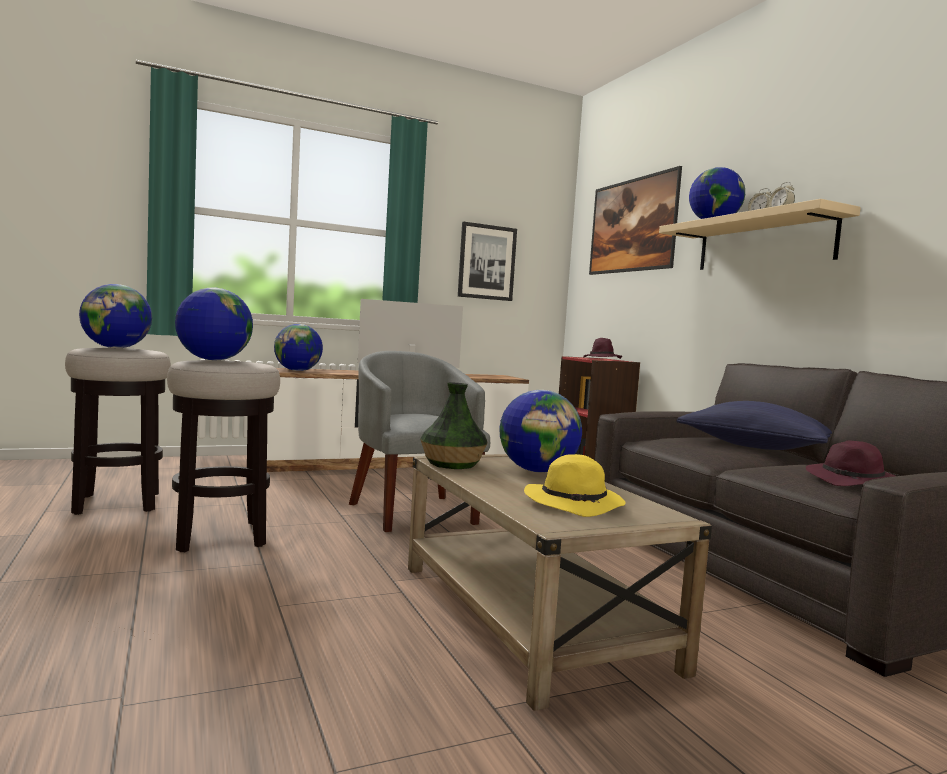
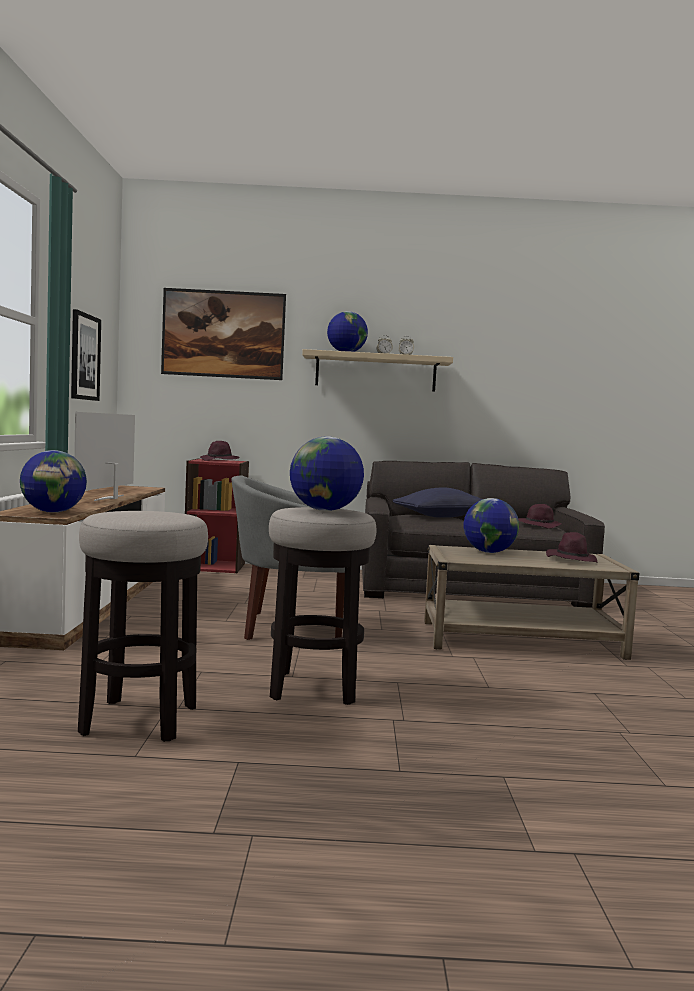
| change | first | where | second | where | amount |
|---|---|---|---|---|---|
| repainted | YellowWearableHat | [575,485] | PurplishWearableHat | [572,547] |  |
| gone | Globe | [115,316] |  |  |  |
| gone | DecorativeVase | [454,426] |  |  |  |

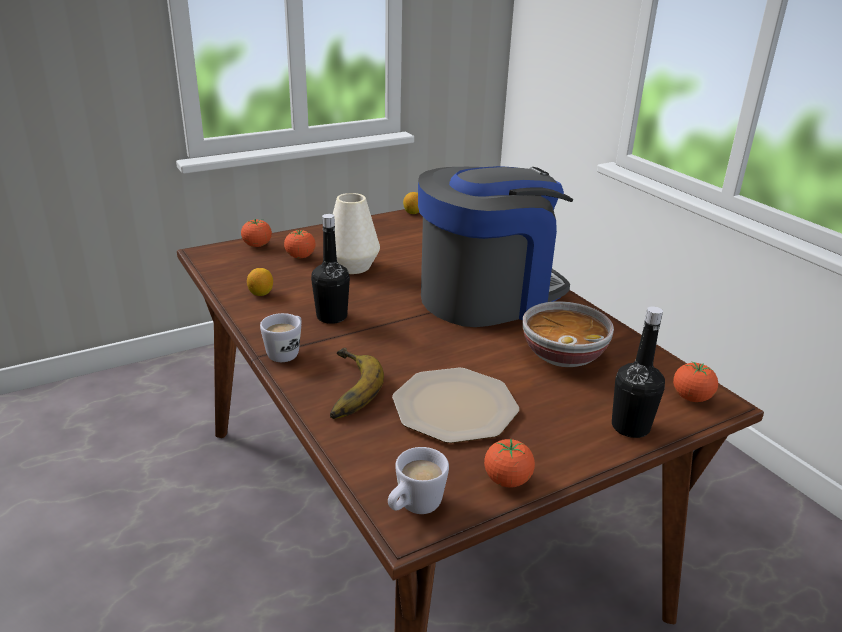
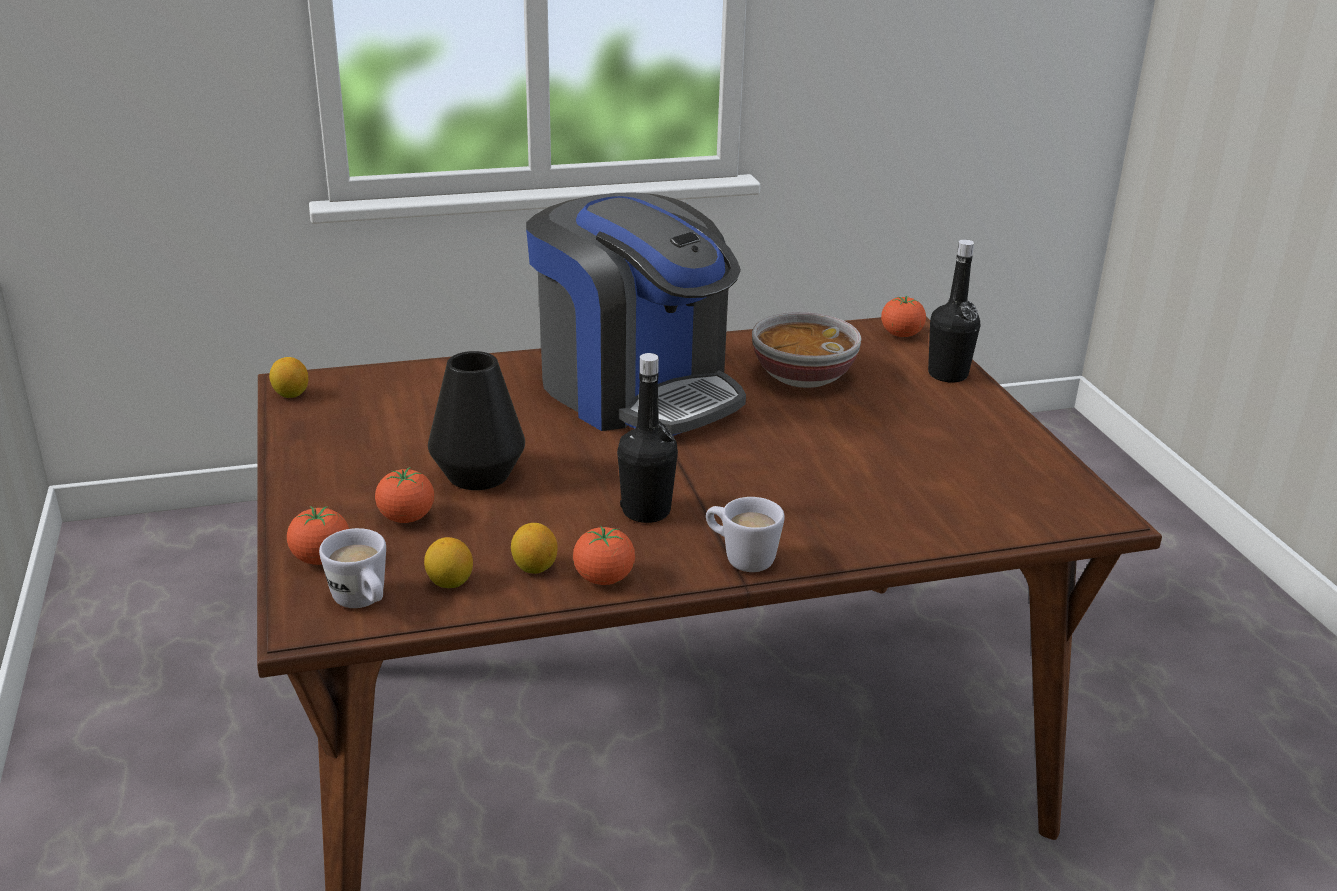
| change | first | where | second | where | amount |
|---|---|---|---|---|---|
| shifted | WhiteColouredCoffeeMug | [418,480] |  | [352,568] |  |
| new |  |  | WholeLemon | [448,562] |  |
| repainted | WhiteColouredDecorativeVase | [356,233] | BlackDecorativeVase | [476,420] |  |
| rotated | CoffeeMachine | [495,246] |  | [636,314] | 150 degrees clockwise |
| shifted | WholeTomato | [509,463] |  | [604,555] |  |
| gone | WholeBanana | [357,383] |  |  |  |
| gone | Plate | [455,405] |  |  |  |

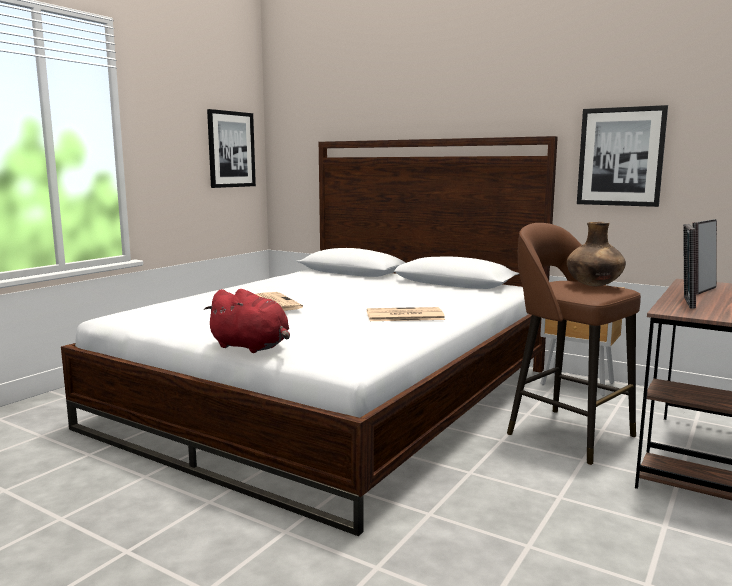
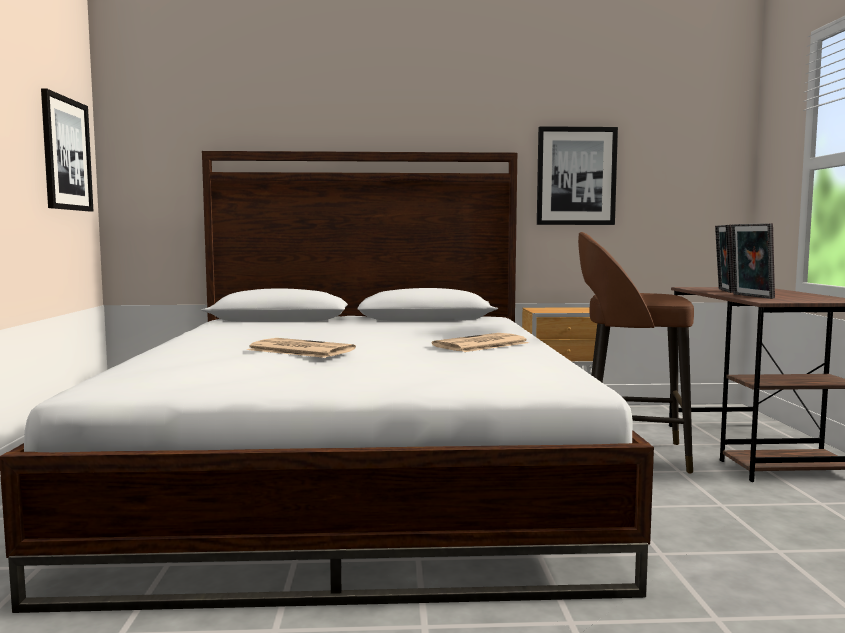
| change | first | where | second | where | amount |
|---|---|---|---|---|---|
| gone | RedPlushToy | [247,321] |  |  |  |
| gone | BrownDecorativeVase | [596,254] |  |  |  |

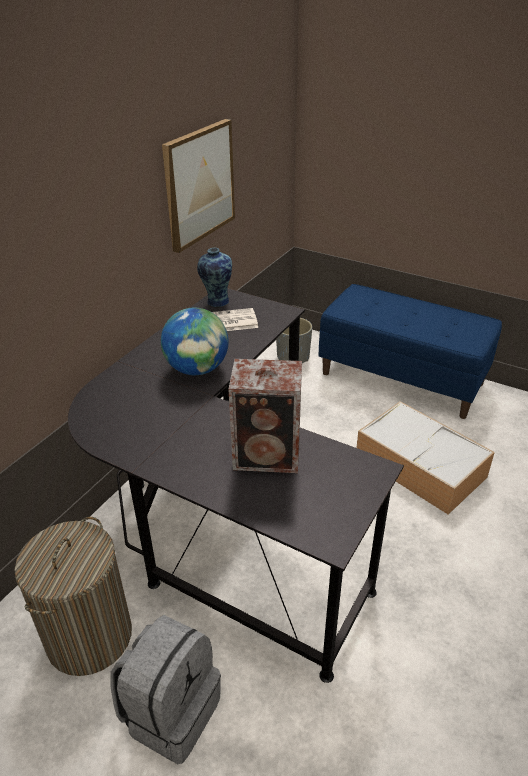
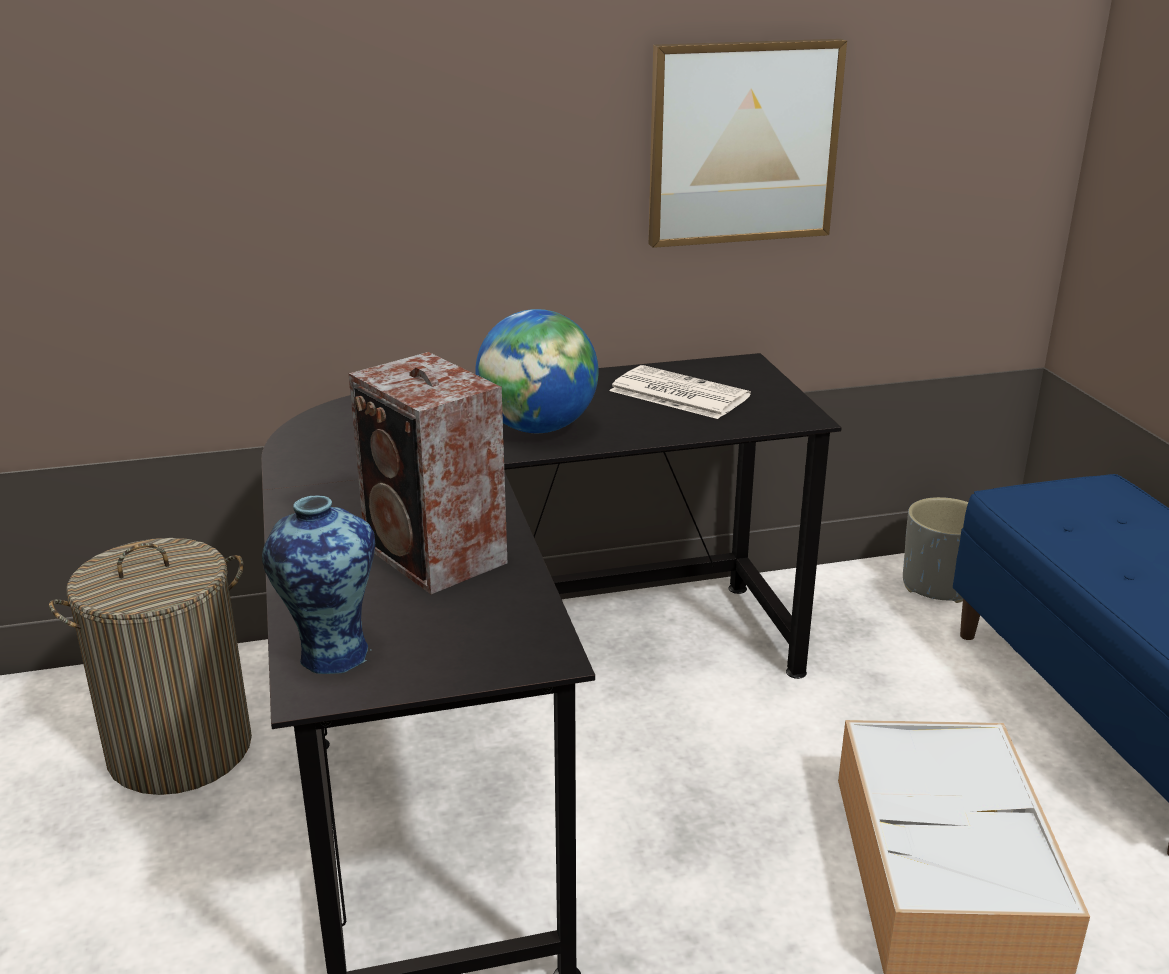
| change | first | where | second | where | amount |
|---|---|---|---|---|---|
| shifted | DecorativeVase | [214,277] |  | [318,584] |  |
| gone | GrayRucksack | [165,689] |  |  |  |

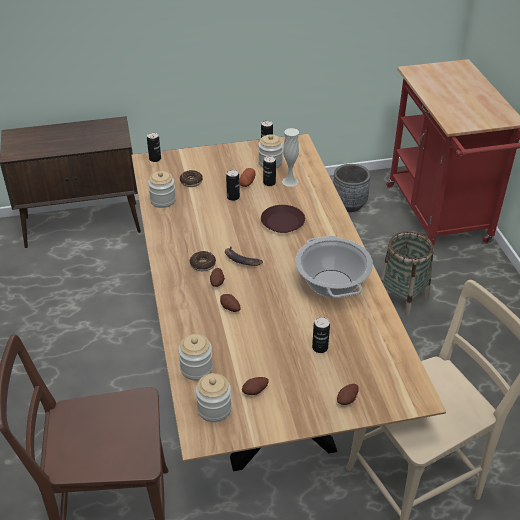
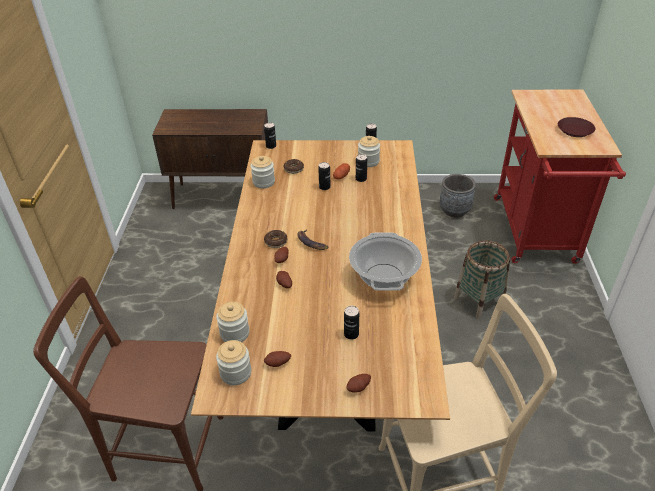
| change | first | where | second | where | amount |
|---|---|---|---|---|---|
| shifted | BrownPlate | [283,219] |  | [576,127] |  |
| gone | WhiteColouredDecorativeVase | [290,157] |  |  |  |

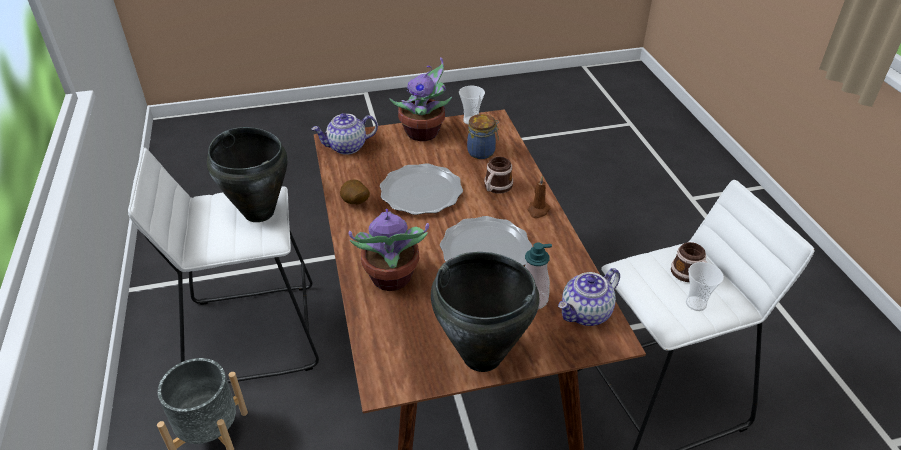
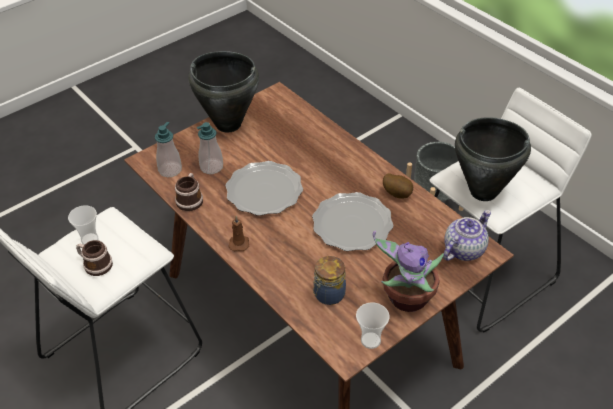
| change | first | where | second | where | amount |
|---|---|---|---|---|---|
| swapped | TeaPot | [589,297] | SoapDispenser | [168,149] |  |
| shifted | CoffeeMug | [498,175] |  | [189,192] |  |
| gone | Houseplant | [389,250] |  |  |  |

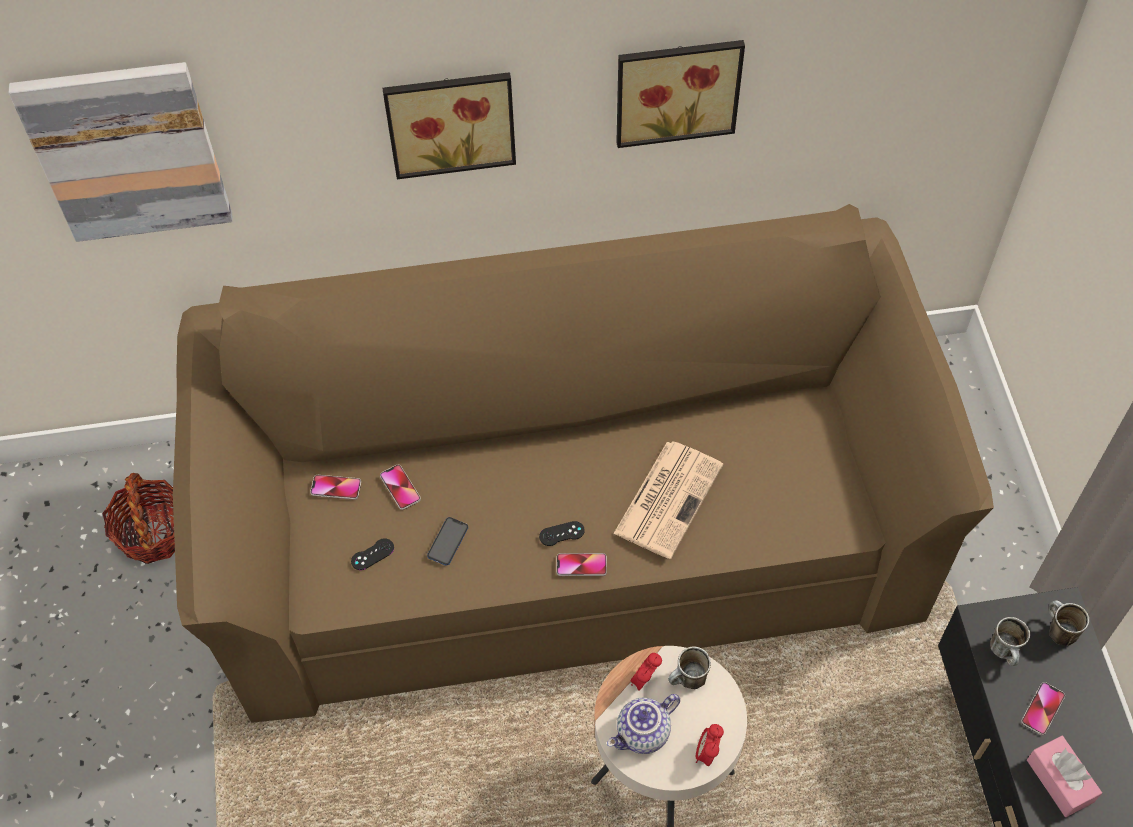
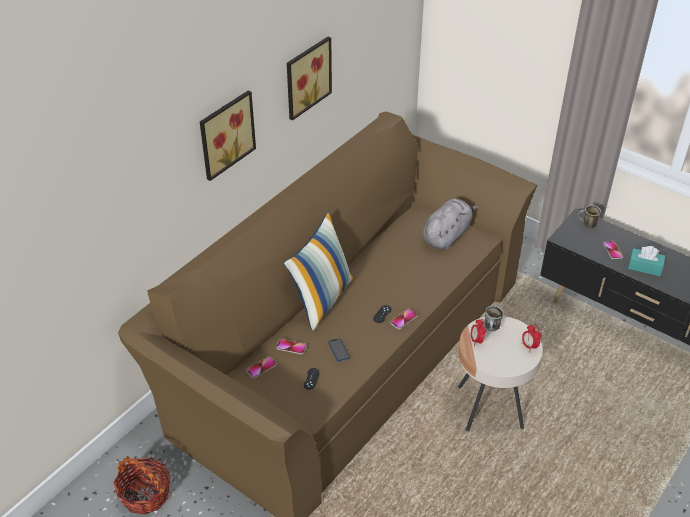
| change | first | where | second | where | amount |
|---|---|---|---|---|---|
| new |  |  | ThrowPillow | [318,271] |  |
| new |  |  | GrayPlushToy | [450,224] |  |
| repainted | PinkColouredTissueHolder | [1064,776] | BlueGreenTissueHolder | [646,261] |  |
| gone | WallArt | [121,152] |  |  |  |
| gone | TeaPot | [643,724] |  |  |  |
| gone | PrintedPaper | [668,500] |  |  |  |
| gone | CoffeeMug | [1010,641] |  |  |  |

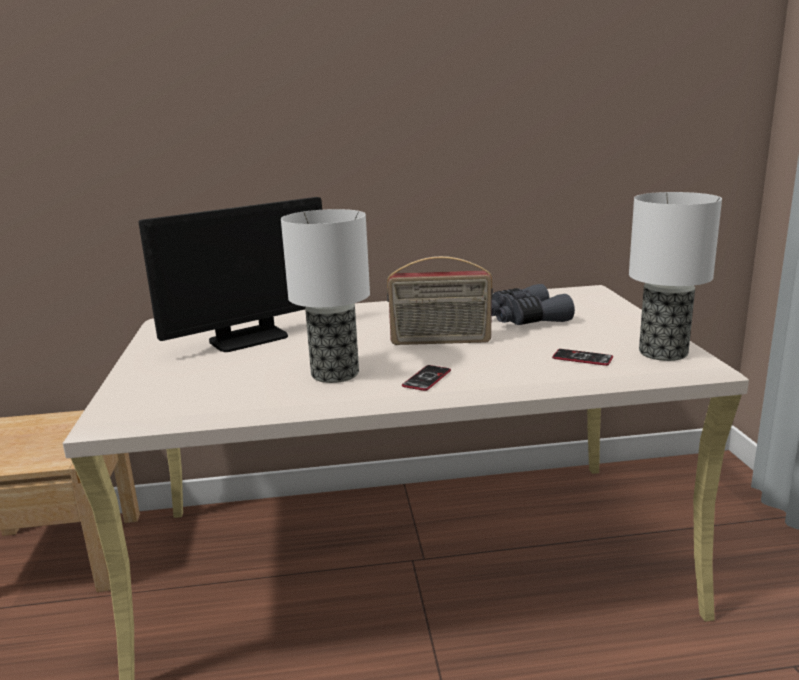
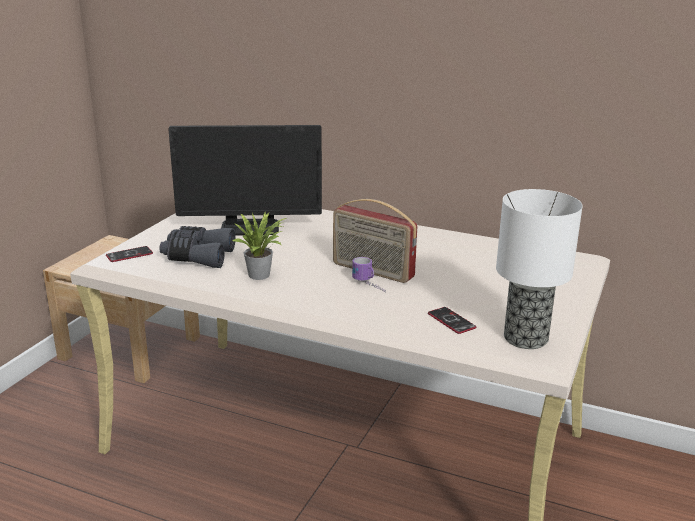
| change | first | where | second | where | amount |
|---|---|---|---|---|---|
| shifted | Handset | [426,378] |  | [129,254] |  |
| shifted | GrayPairOfBinoculars | [533,304] |  | [197,247] |  |
| swapped | TableLamp | [325,296] | Houseplant | [259,246] |  |
| new |  |  | CoffeeMug | [369,275] |  |

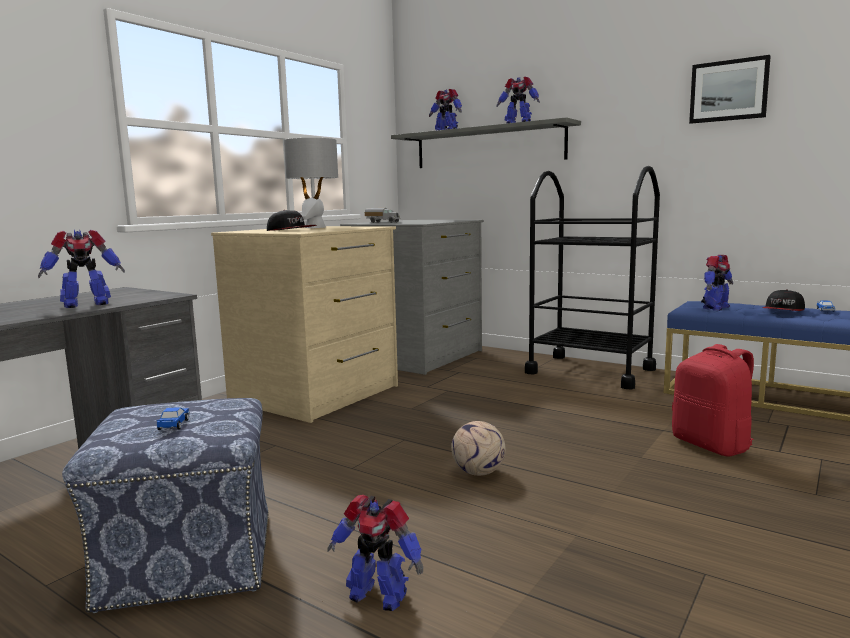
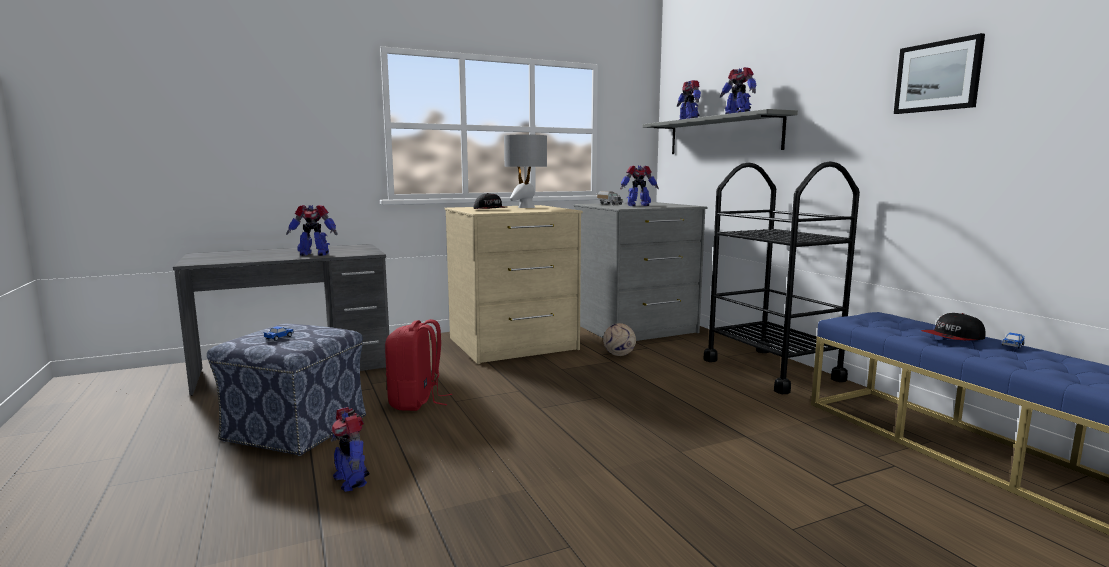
| change | first | where | second | where | amount |
|---|---|---|---|---|---|
| shifted | RedRucksack | [713,400] |  | [418,365] |  |
| shifted | FootballBall | [478,448] |  | [619,339] |  |
| shifted | RobotFigure | [717,282] |  | [639,185] |  |

